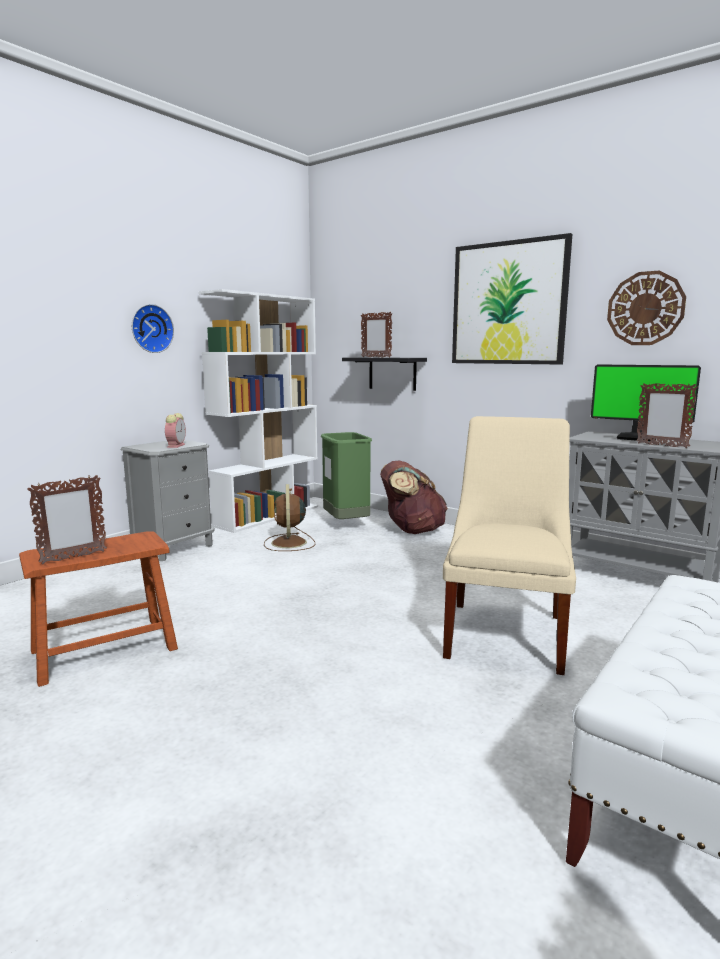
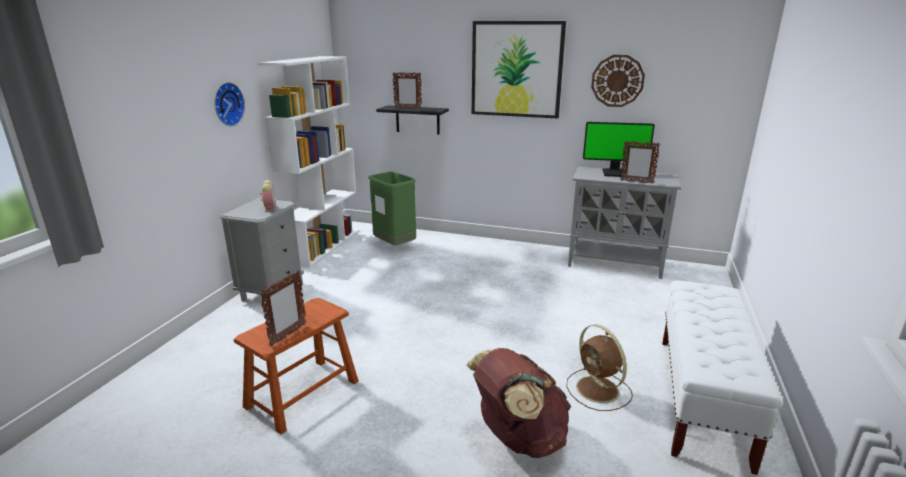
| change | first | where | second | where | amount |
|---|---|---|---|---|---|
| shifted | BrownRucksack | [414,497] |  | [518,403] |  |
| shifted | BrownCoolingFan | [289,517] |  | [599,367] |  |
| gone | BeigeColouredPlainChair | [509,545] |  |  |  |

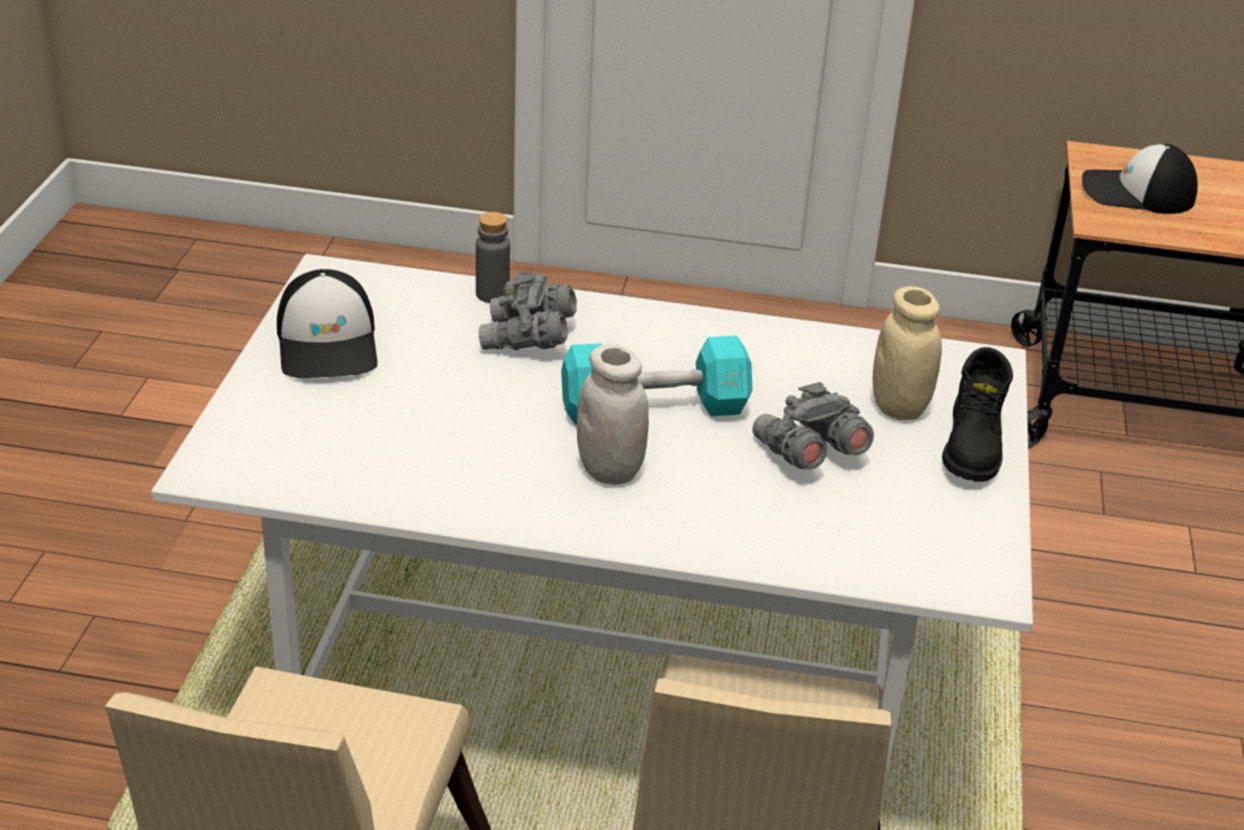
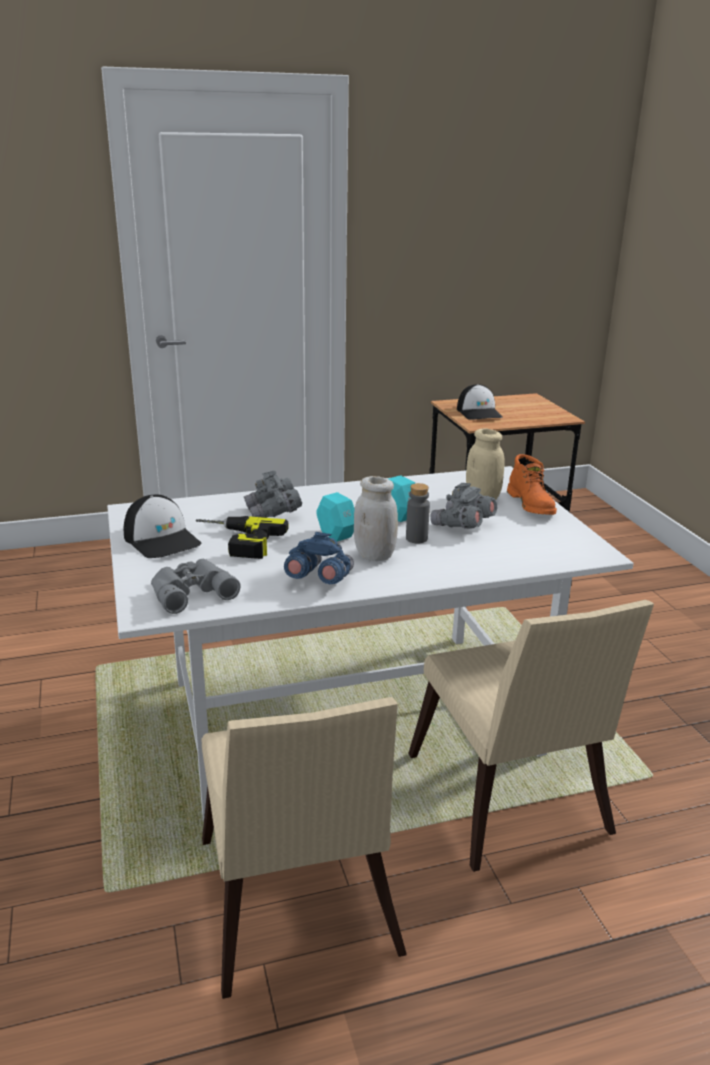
| change | first | where | second | where | amount |
|---|---|---|---|---|---|
| new |  |  | GrayPairOfBinoculars | [196,586] |  |
| new |  |  | ElectricDrill | [242,537] |  |
| new |  |  | BluishPairOfBinoculars | [319,558] |  |
| shifted | GrayBottle | [493,257] |  | [418,513] |  |
| rotated | Cap | [1140,179] |  | [480,401] | 90 degrees counterclockwise |
| repainted | BlackTallBoot | [977,414] | OrangeColouredTallBoot | [532,484] |  |

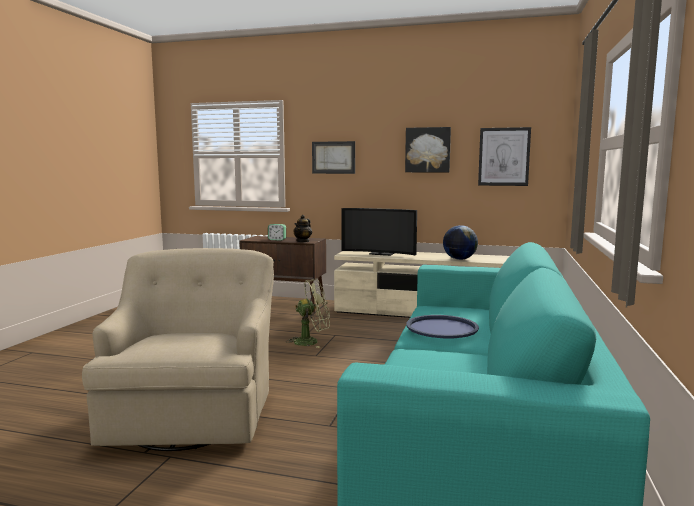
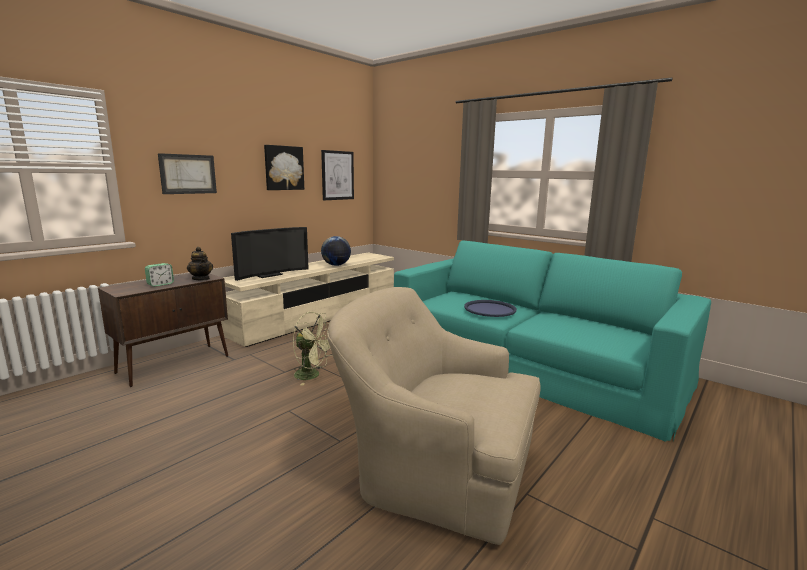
| change | first | where | second | where | amount |
|---|---|---|---|---|---|
| rotated | GreenCoolingFan | [308,313] |  | [312,349] | 105 degrees clockwise |

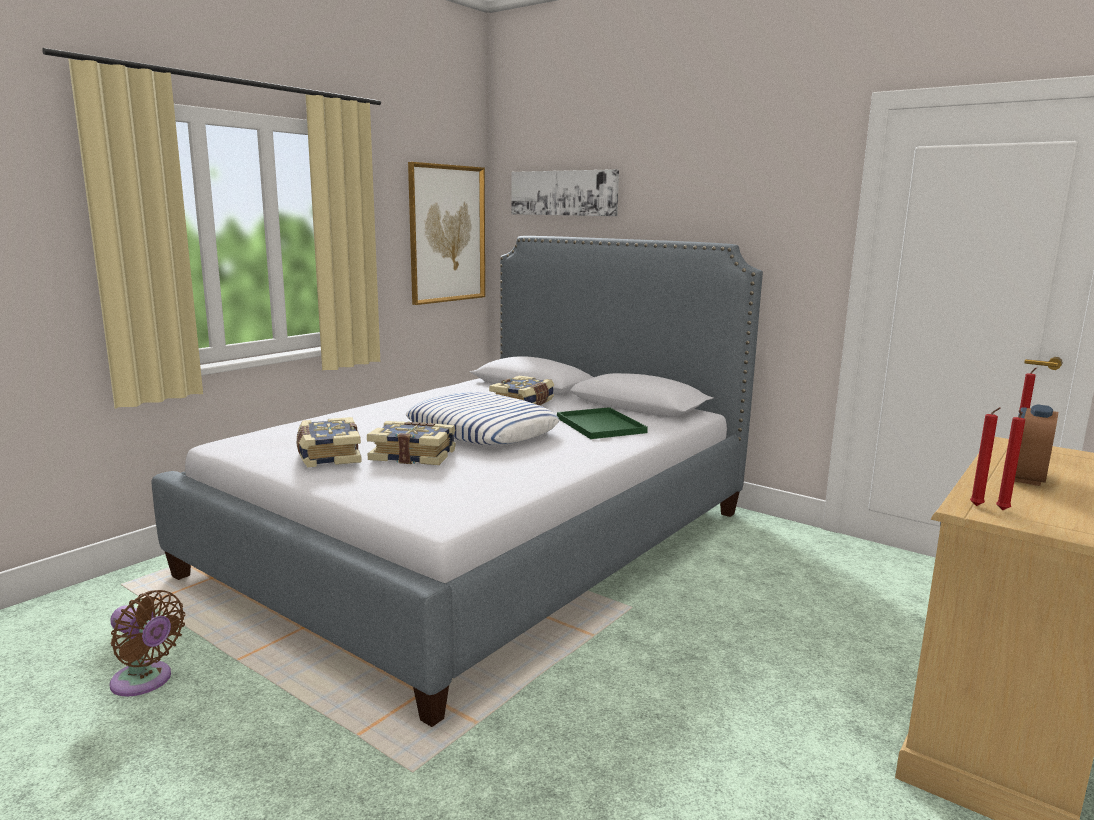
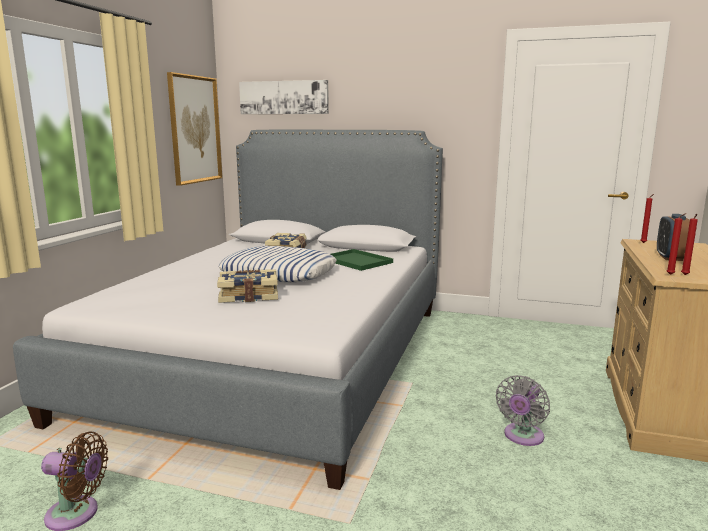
| change | first | where | second | where | amount |
|---|---|---|---|---|---|
| new |  |  | GrayCoolingFan | [523,410] |  |
| gone | Volume | [329,442] |  |  |  |

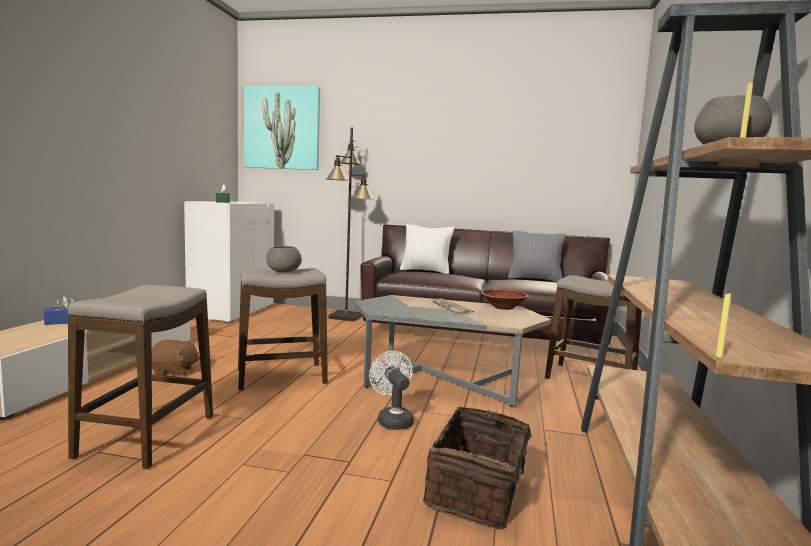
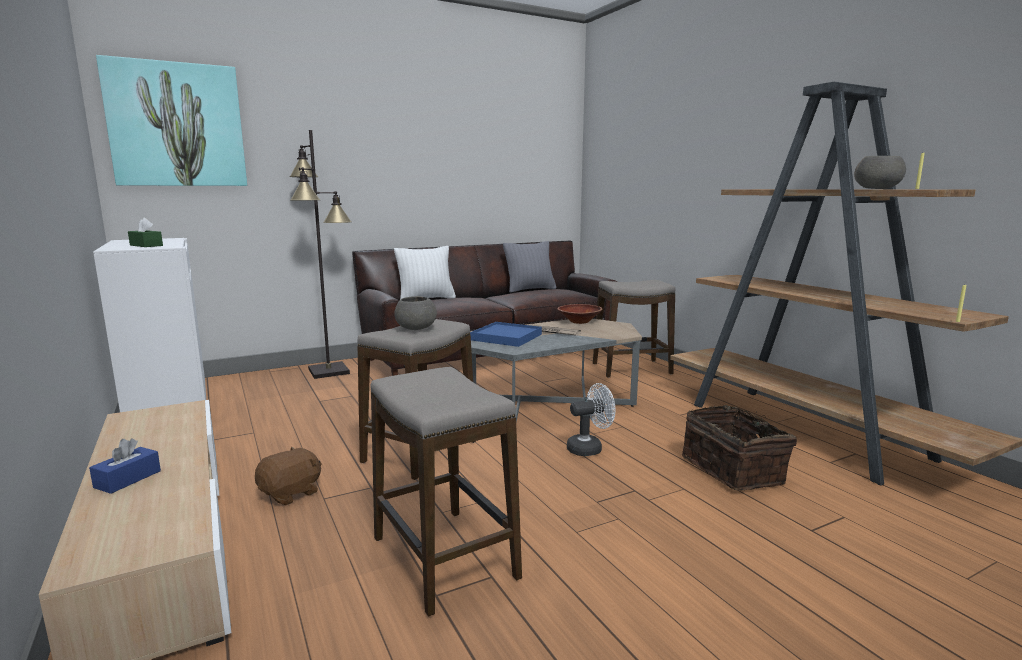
| change | first | where | second | where | amount |
|---|---|---|---|---|---|
| new |  |  | BluishTray | [506,334] |  |
| rotated | WhiteColouredCoolingFan | [391,390] |  | [591,419] | 135 degrees clockwise |

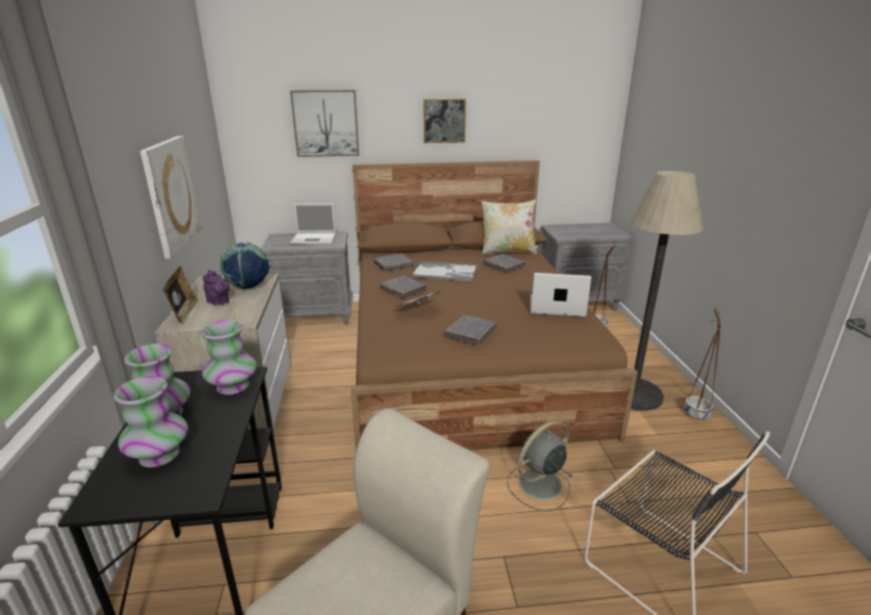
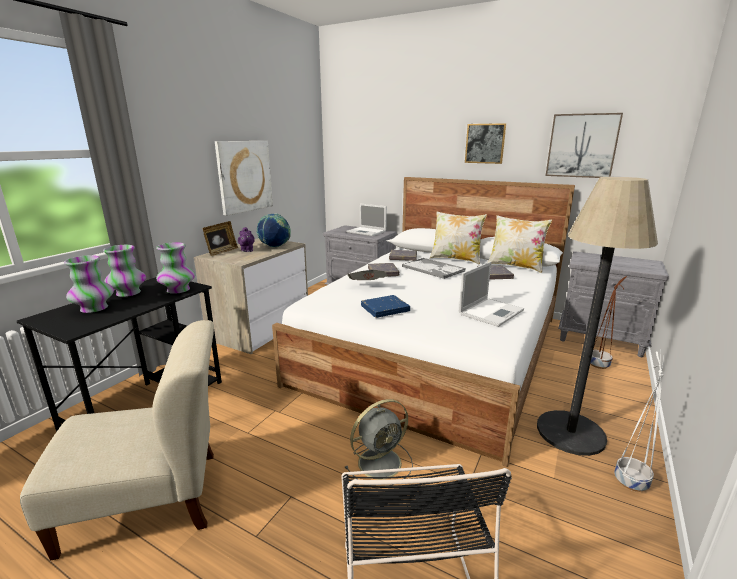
| change | first | where | second | where | amount |
|---|---|---|---|---|---|
| repainted | BrownSleepingBed | [494,305] | WhiteColouredSleepingBed | [423,322] |  |
| rotated | GrayCoolingFan | [540,466] |  | [379,442] | 150 degrees clockwise |
| repainted | GrayVolume | [471,329] | BluishVolume | [385,306] |  |
| new |  |  | ThrowPillow | [458,237] |  |
| rotated | Laptop | [561,295] |  | [491,294] | 90 degrees clockwise |
| shifted | WallArt | [324,123] |  | [584,145] |  |
| repainted | BrownPlanter | [702,363] | WhiteColouredPlanter | [639,420] |  |

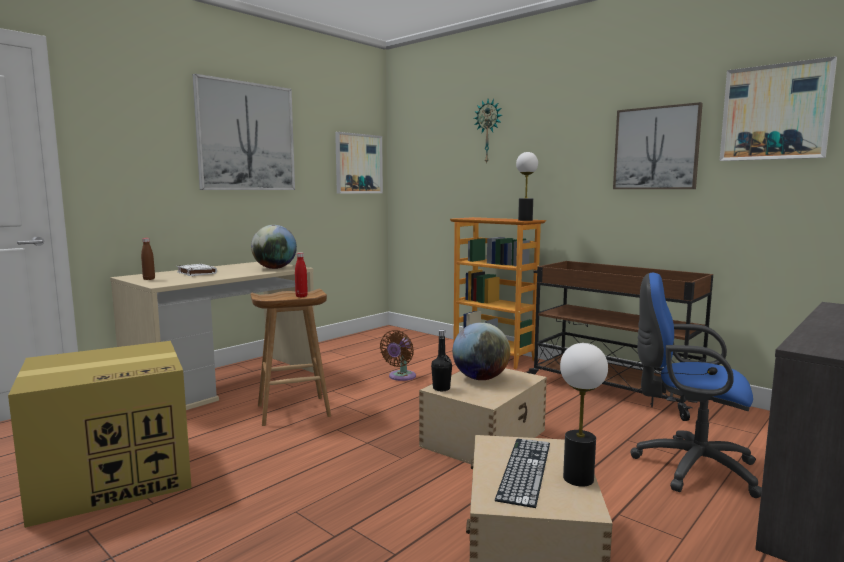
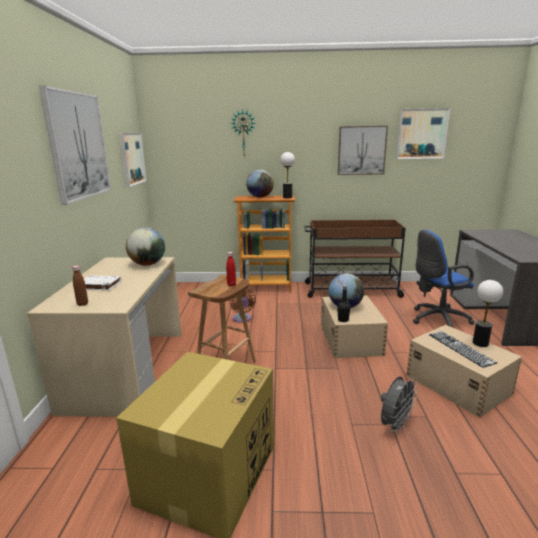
| change | first | where | second | where | amount |
|---|---|---|---|---|---|
| new |  |  | Globe | [260,184] |  |
| new |  |  | GrayCoolingFan | [399,406] |  |

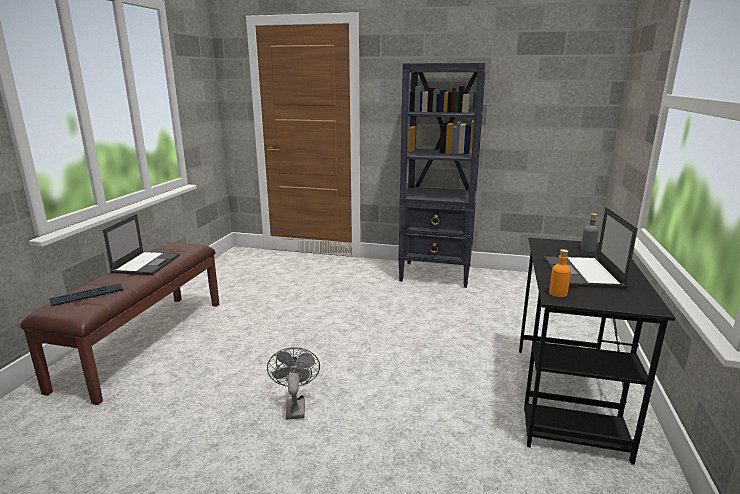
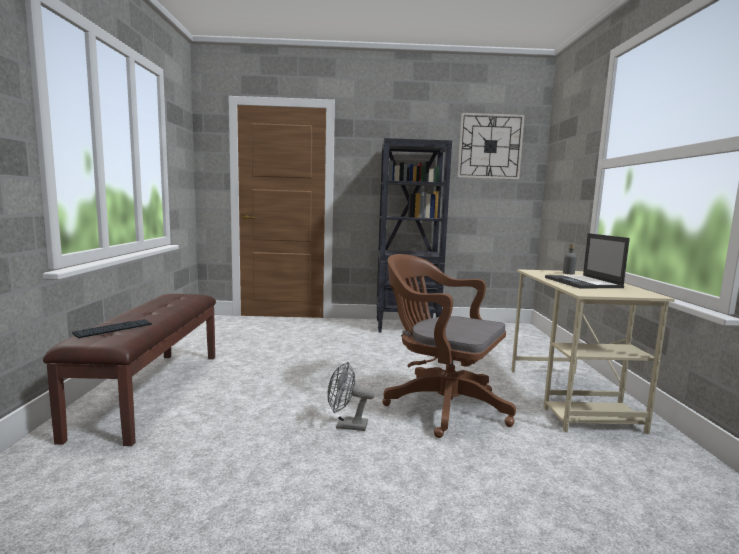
| change | first | where | second | where | amount |
|---|---|---|---|---|---|
| rotated | GrayCoolingFan | [293,383] |  | [351,396] | 60 degrees counterclockwise |
| new |  |  | BrownComputerChair | [449,346] |  |
| new |  |  | ClockOnTheWall | [491,146] |  |
| repainted | BlackDeskUnit | [597,351] | BeigeColouredDeskUnit | [593,351] |  |
| gone | Laptop | [141,244] |  |  |  |
| gone | OrangeColouredBottle | [560,273] |  |  |  |

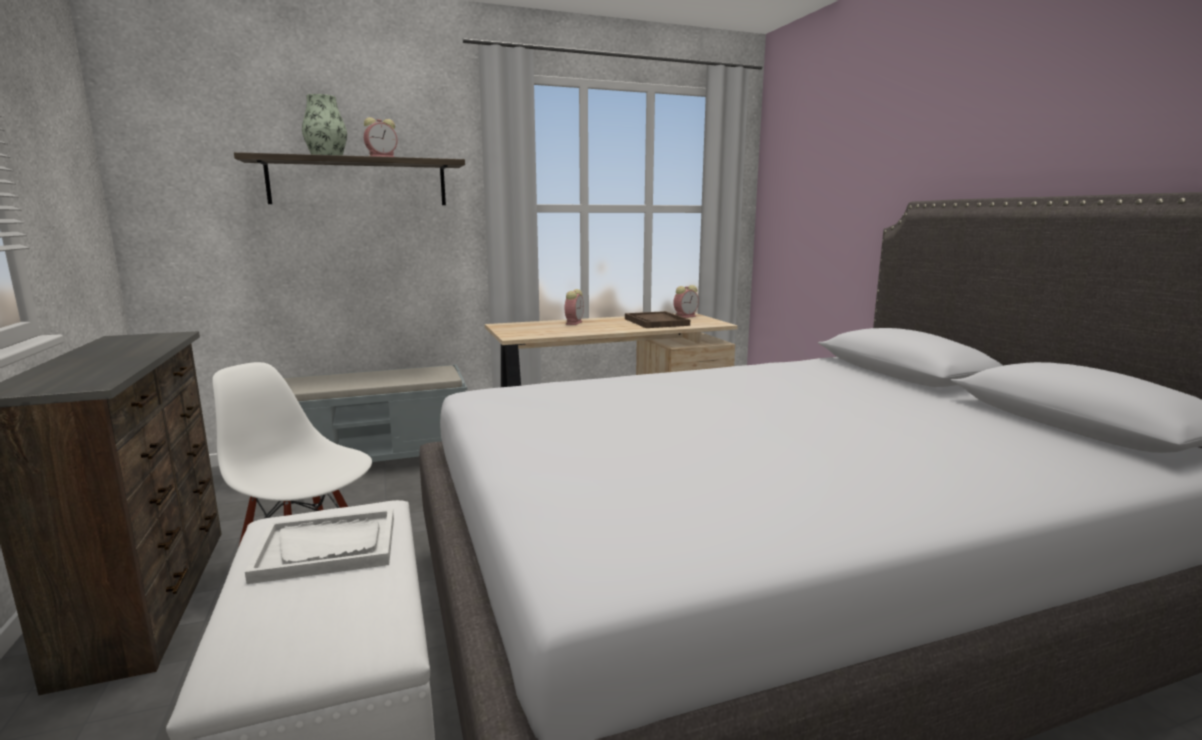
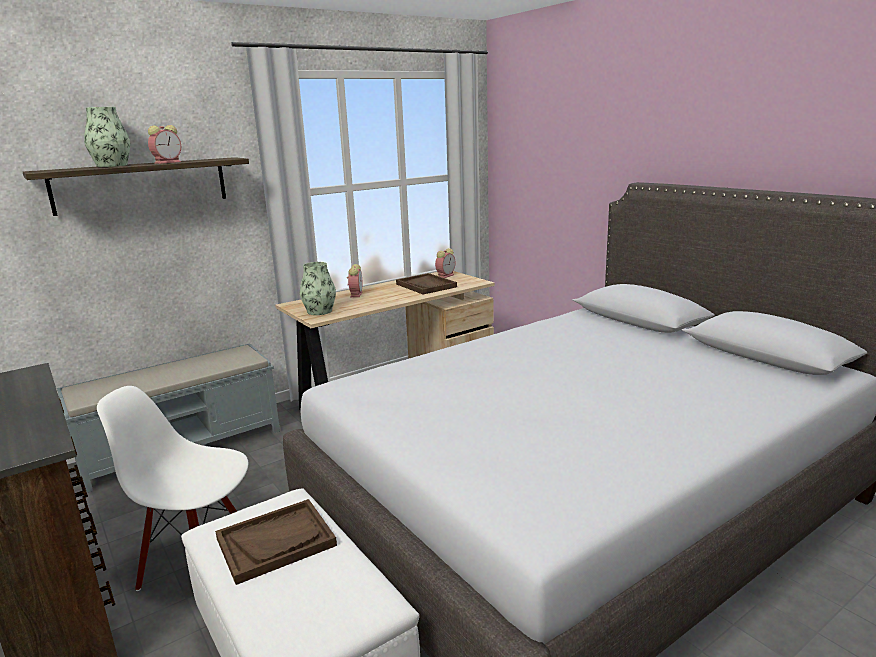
| change | first | where | second | where | amount |
|---|---|---|---|---|---|
| repainted | WhiteColouredTray | [319,546] | BrownTray | [276,542] |  |
| new |  |  | DecorativeVase | [318,288] |  |

